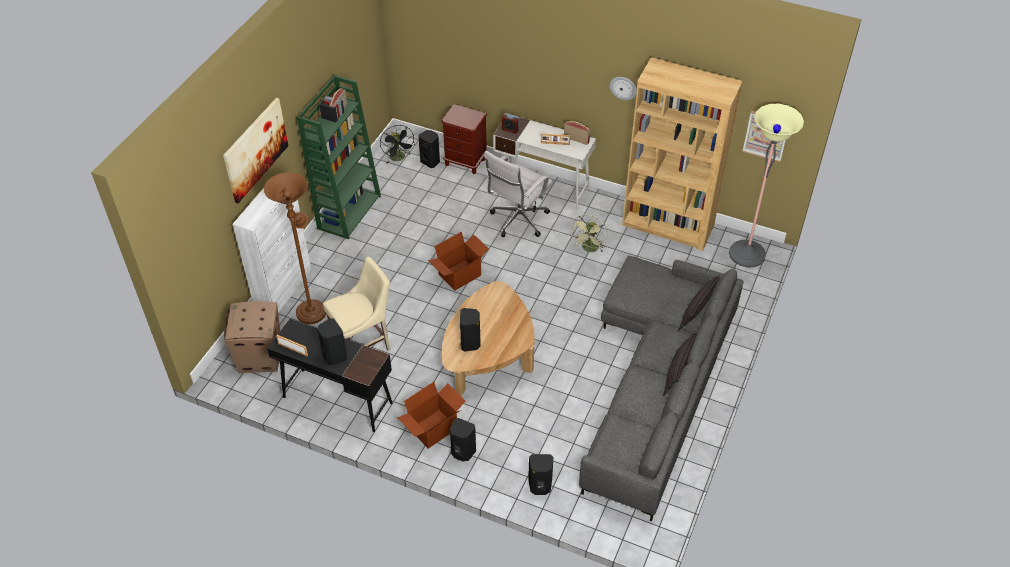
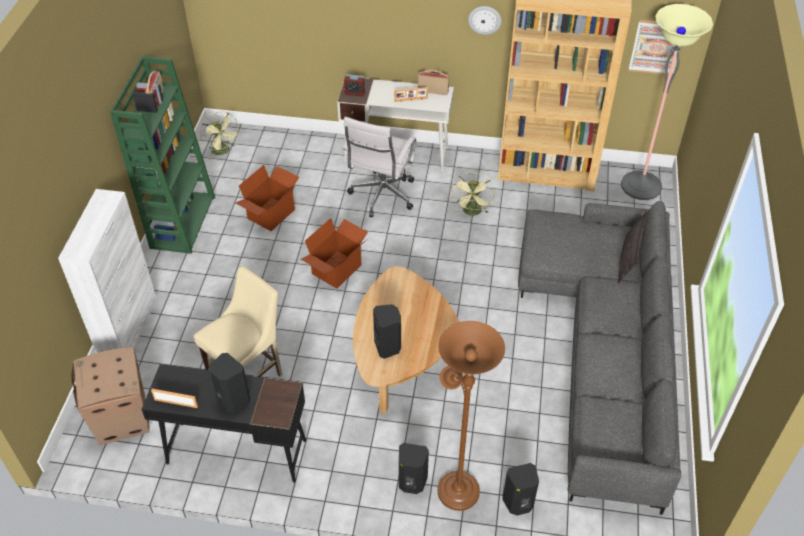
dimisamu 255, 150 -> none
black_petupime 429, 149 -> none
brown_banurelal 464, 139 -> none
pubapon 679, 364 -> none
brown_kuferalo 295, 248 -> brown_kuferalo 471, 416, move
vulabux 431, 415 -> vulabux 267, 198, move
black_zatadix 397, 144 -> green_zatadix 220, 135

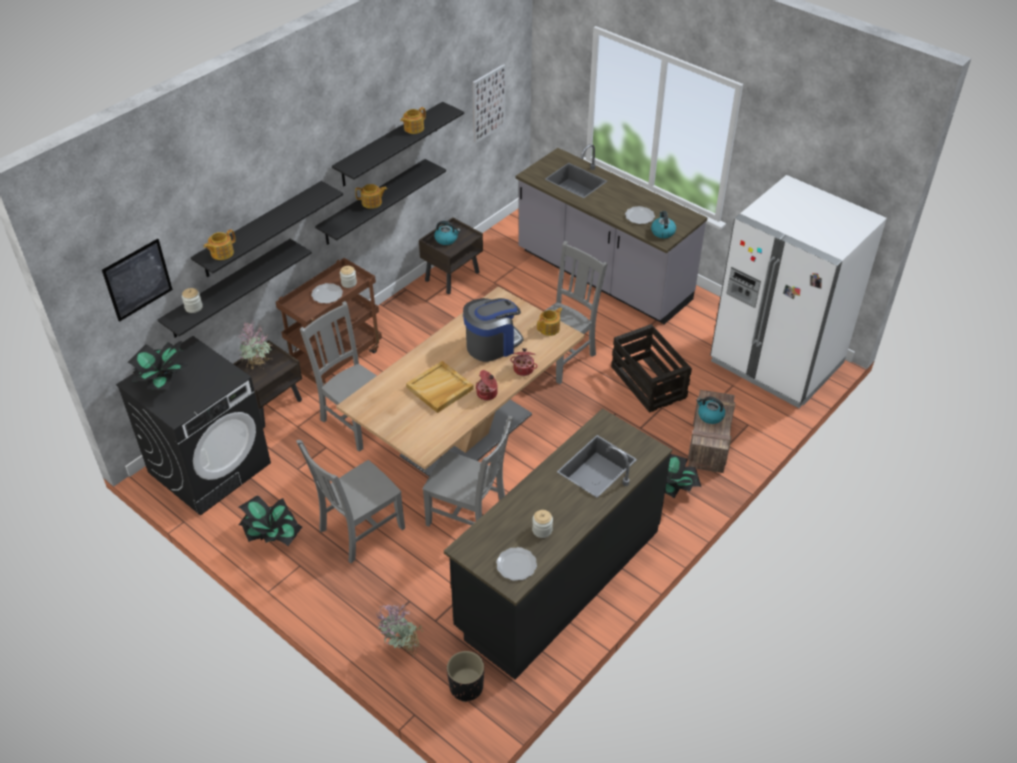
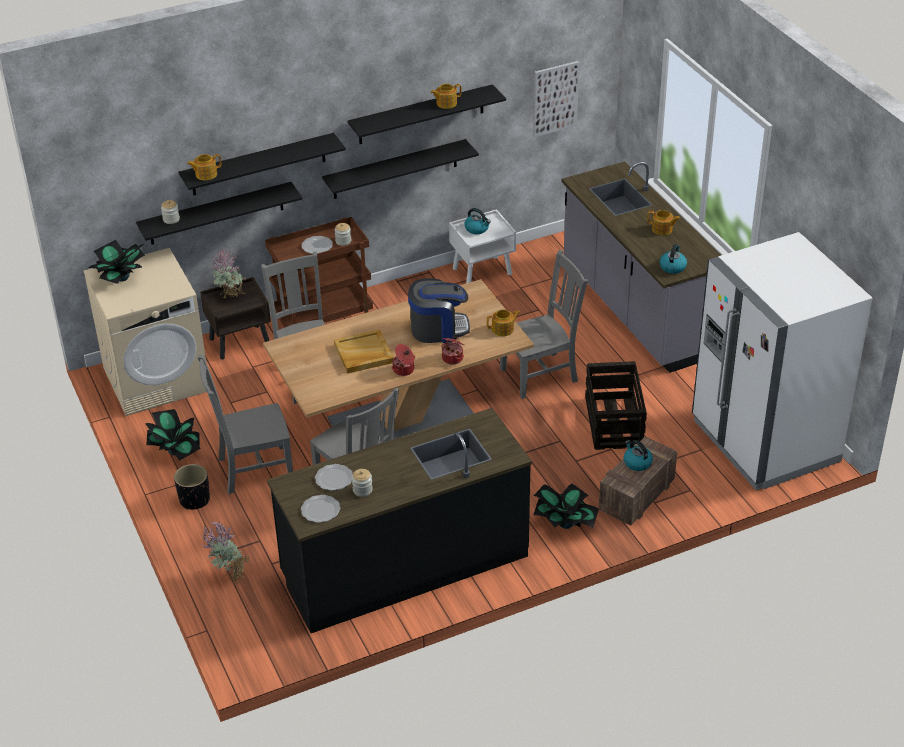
dimisamu 137, 280 -> none
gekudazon 371, 196 -> gekudazon 663, 222, move
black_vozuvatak 465, 676 -> black_vozuvatak 192, 487, move
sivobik 640, 215 -> sivobik 334, 477, move
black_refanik 193, 426 -> beige_refanik 145, 332
brown_banurelal 451, 255 -> white_banurelal 482, 246

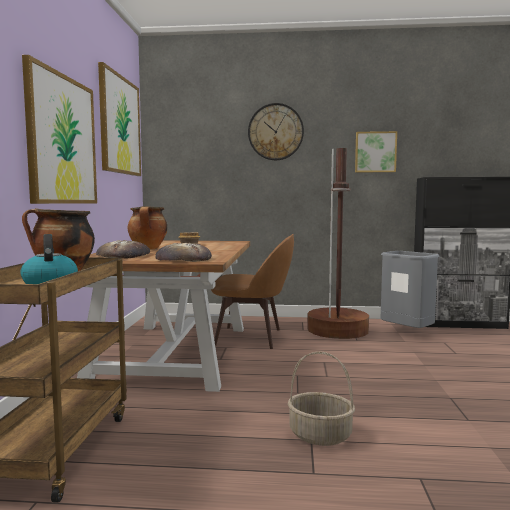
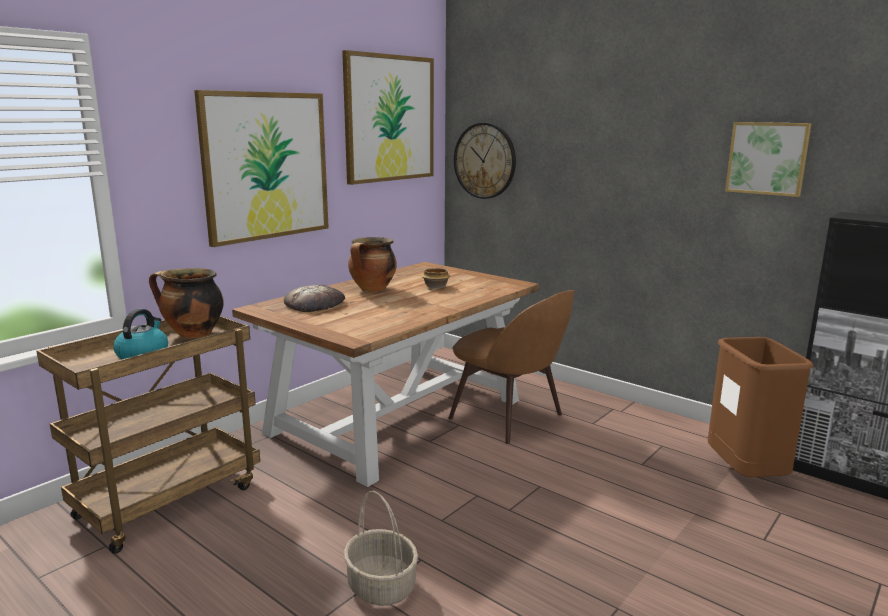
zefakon 183, 252 -> none
brown_kuferalo 338, 243 -> none
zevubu 276, 131 -> zevubu 485, 161, move
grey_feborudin 410, 289 -> brown_feborudin 760, 407

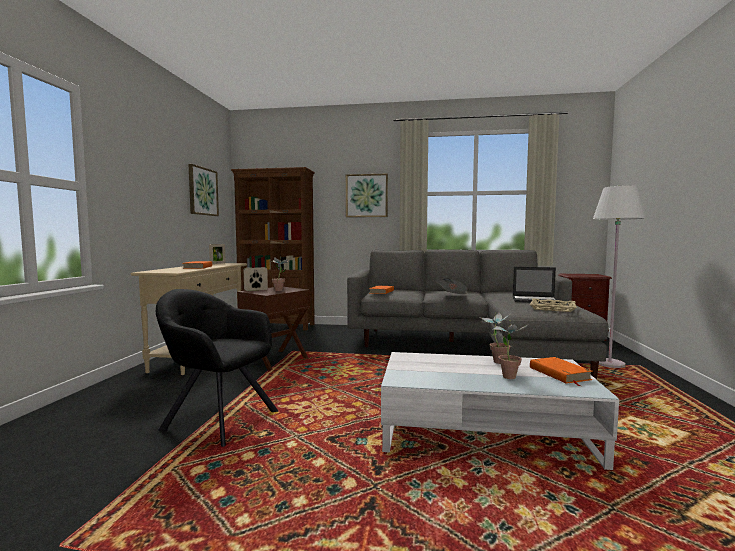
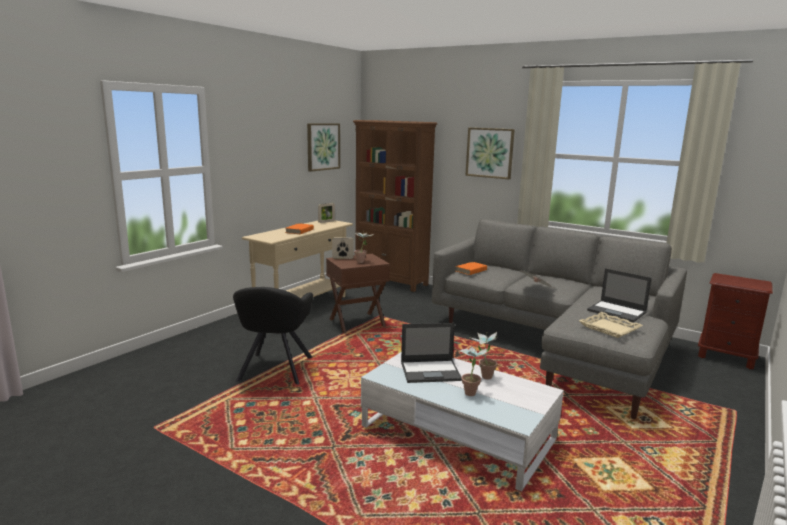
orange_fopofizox 561, 371 -> none
white_kuferalo 619, 276 -> none
none -> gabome 431, 353
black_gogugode 217, 368 -> black_gogugode 273, 336, 135 degrees counterclockwise

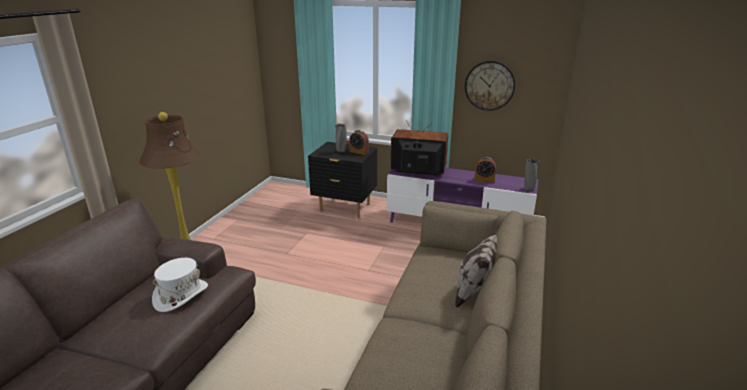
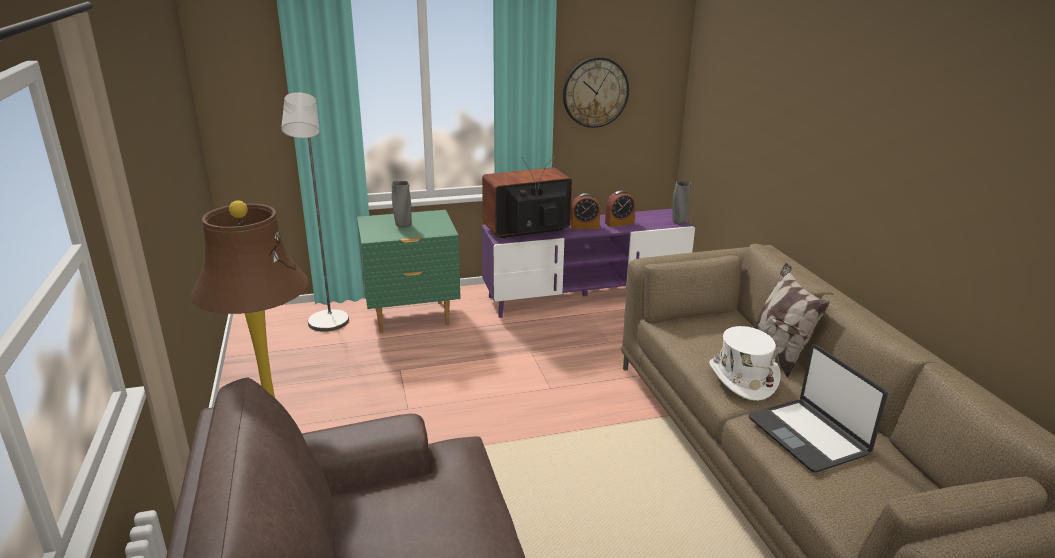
none -> grey_kuferalo 315, 212
none -> gabome 818, 408
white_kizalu 180, 285 -> white_kizalu 745, 363, move
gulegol 359, 142 -> gulegol 585, 211, move
black_banurelal 342, 180 -> green_banurelal 408, 271

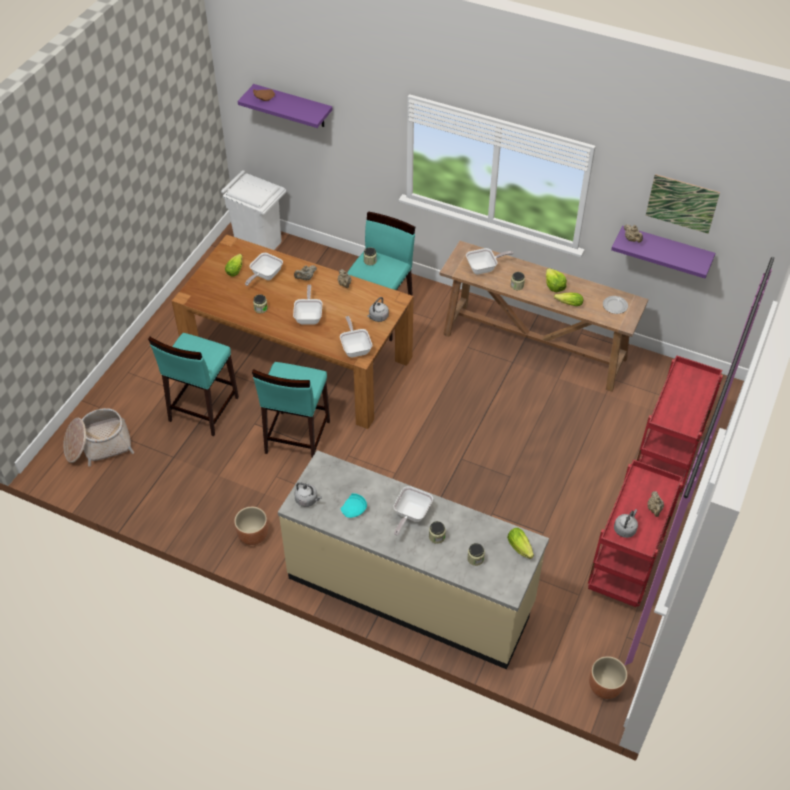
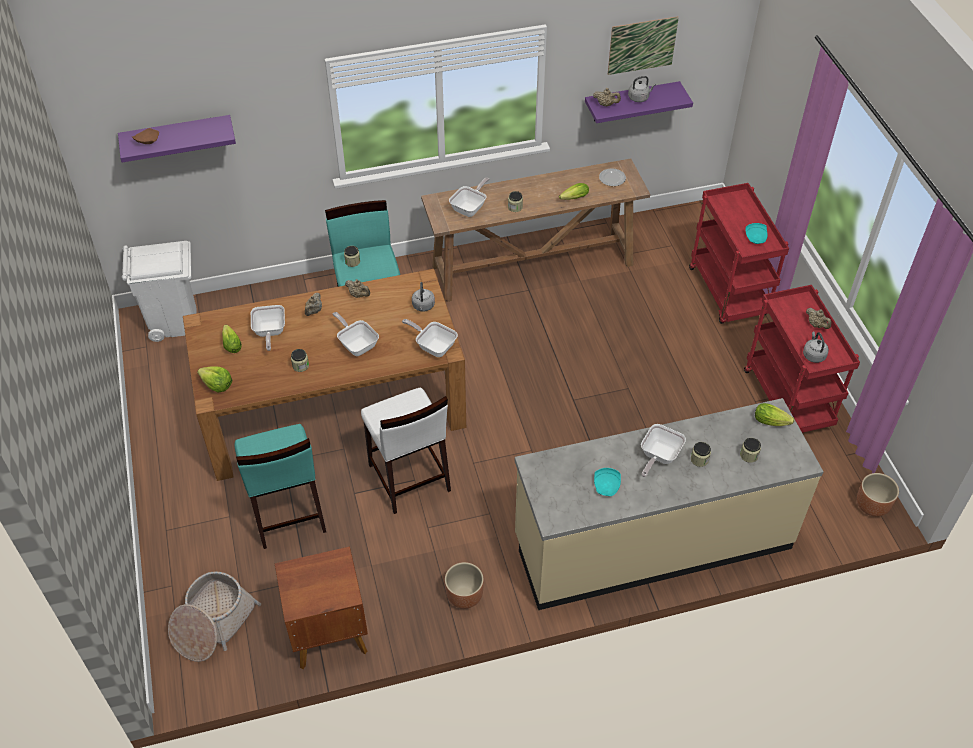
none -> brown_banurelal 321, 608
none -> turquoise_sivobik 757, 233
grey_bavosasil 308, 494 -> grey_bavosasil 642, 89, move
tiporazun 556, 280 -> tiporazun 215, 379, move
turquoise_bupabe 291, 409 -> white_bupabe 406, 450
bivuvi 413, 511 -> bivuvi 663, 450, 45 degrees clockwise

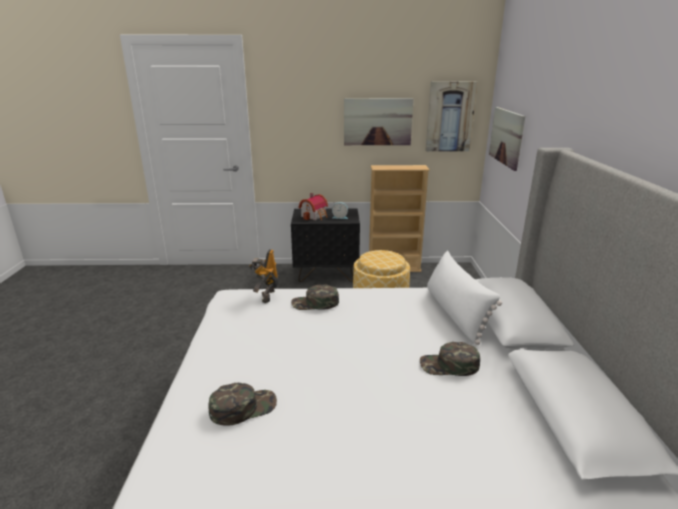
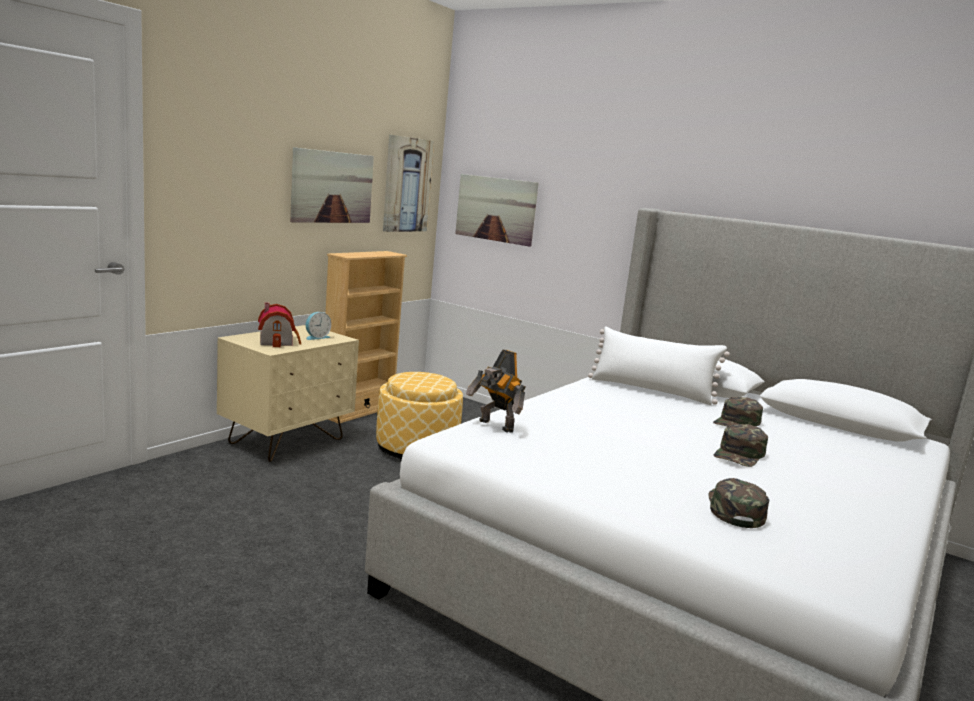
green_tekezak 315, 297 -> green_tekezak 741, 445, move
black_banurelal 325, 245 -> beige_banurelal 288, 393

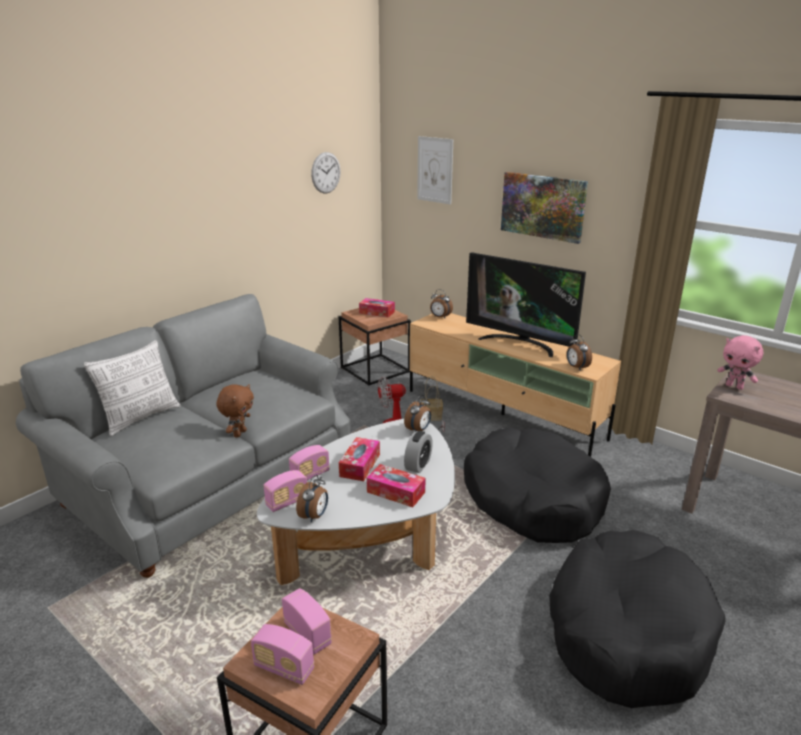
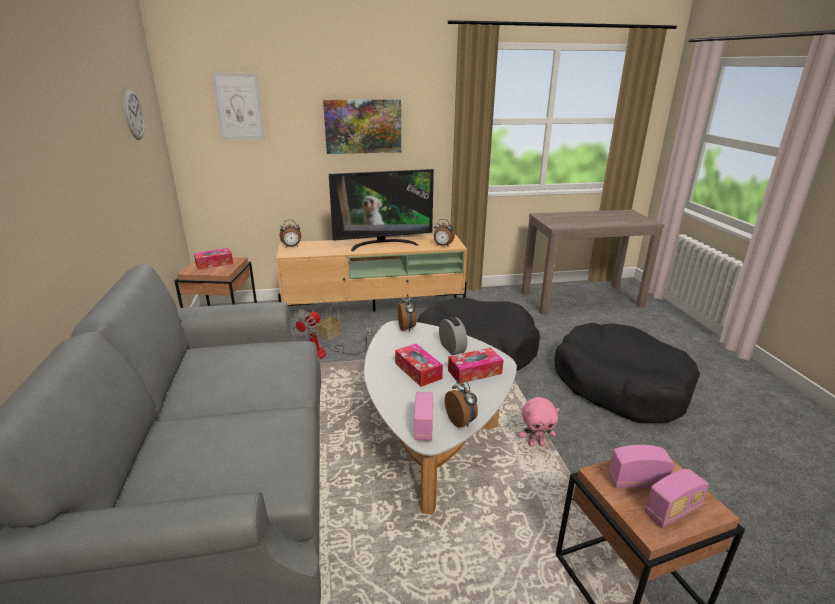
pubapon 132, 388 -> none
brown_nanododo 235, 411 -> none
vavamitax 309, 462 -> none
pink_nanododo 740, 362 -> pink_nanododo 539, 422, move

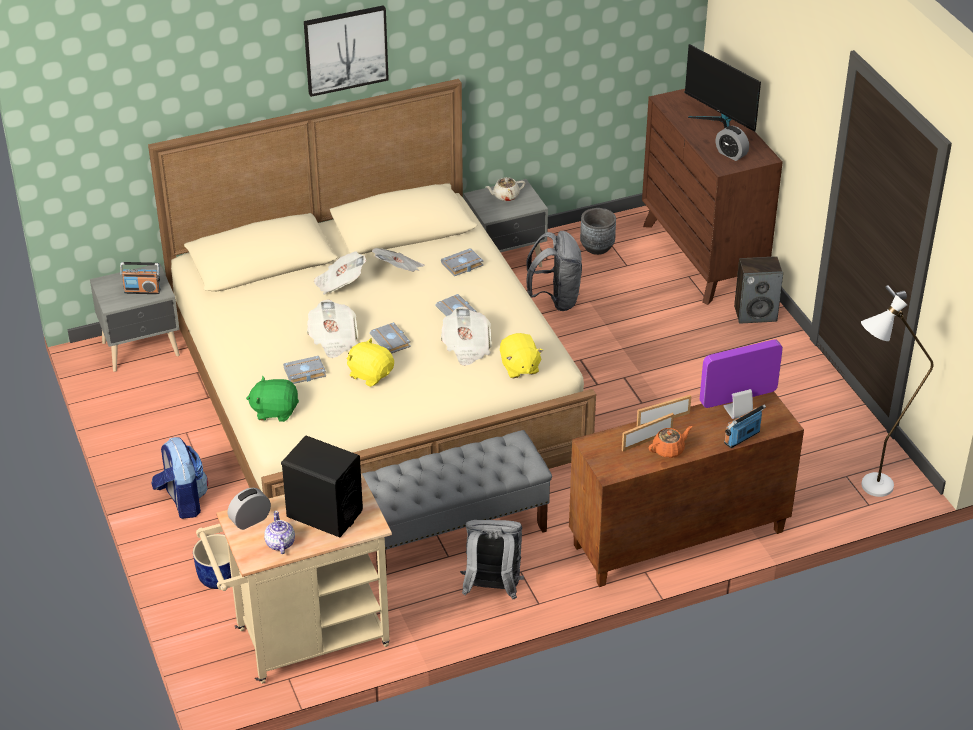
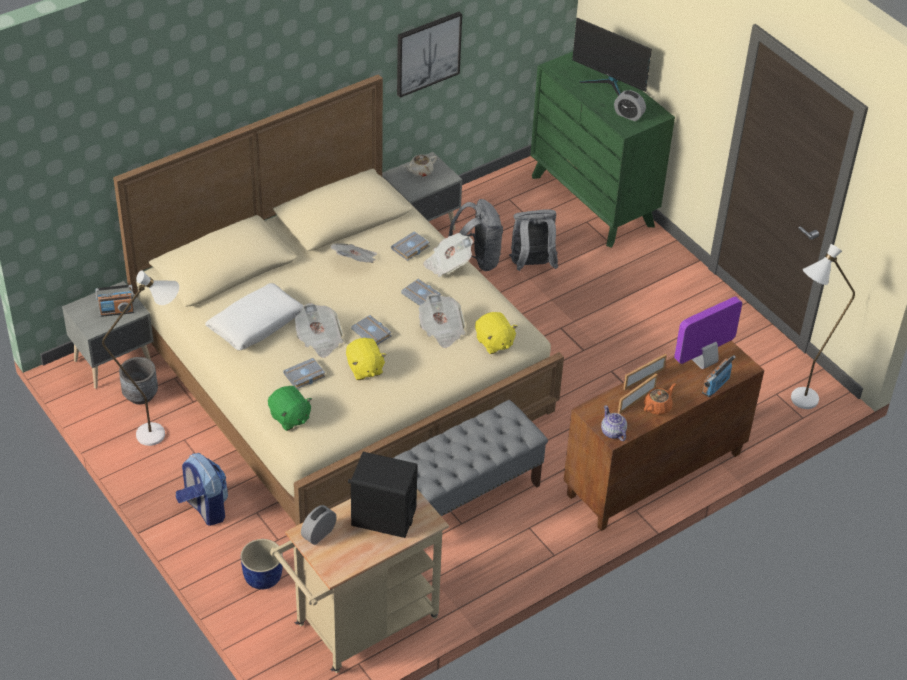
petupime 758, 290 -> none
none -> white_kuferalo 140, 358
none -> white_pubapon 254, 316
gekudazon 279, 532 -> gekudazon 614, 423, move
dimisamu 346, 51 -> dimisamu 429, 55, move
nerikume 340, 273 -> nerikume 448, 255, move
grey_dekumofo 492, 560 -> grey_dekumofo 533, 240, move
grey_vozuvatak 598, 231 -> grey_vozuvatak 138, 381, move
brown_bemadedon 712, 197 -> green_bemadedon 602, 150
green_nanododo 272, 399 -> green_nanododo 290, 408, 120 degrees counterclockwise
yellow_nanododo 370, 362 -> yellow_nanododo 366, 359, 135 degrees counterclockwise

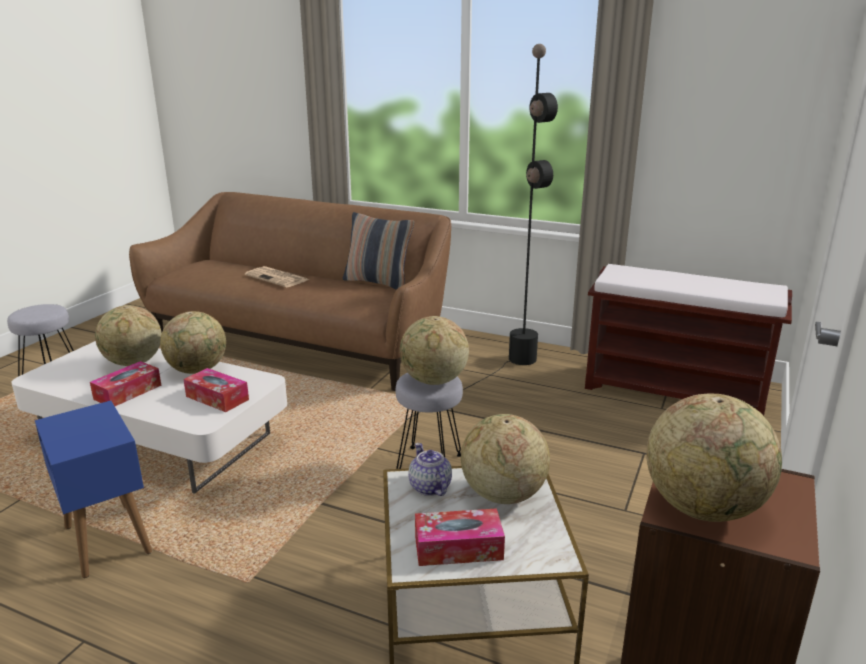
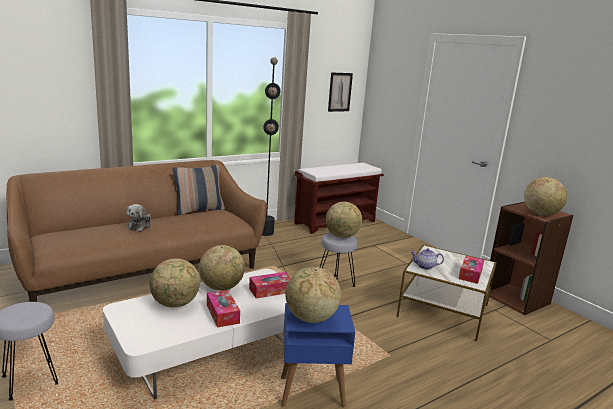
none -> dimisamu 340, 92
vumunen 505, 459 -> vumunen 313, 295, move
nerikume 276, 276 -> nanododo 138, 217

